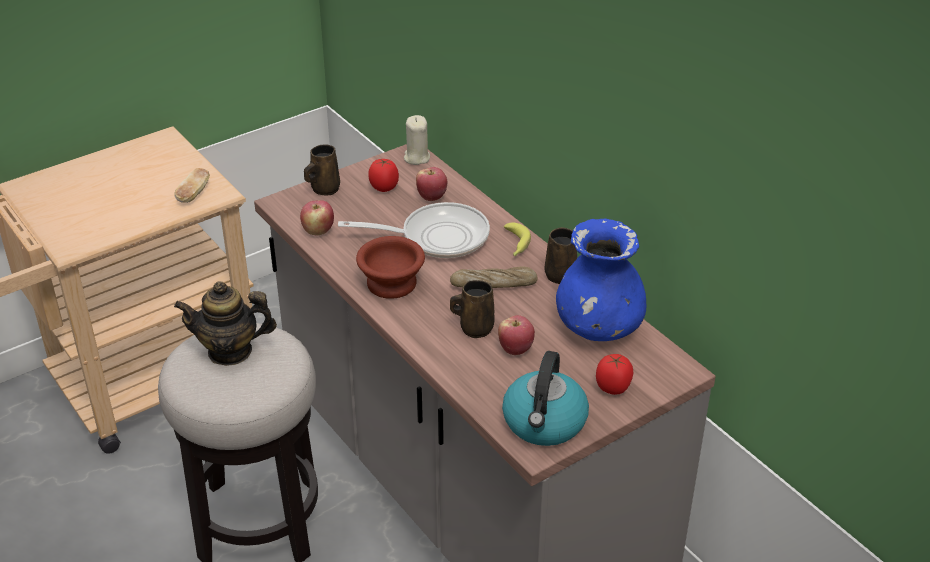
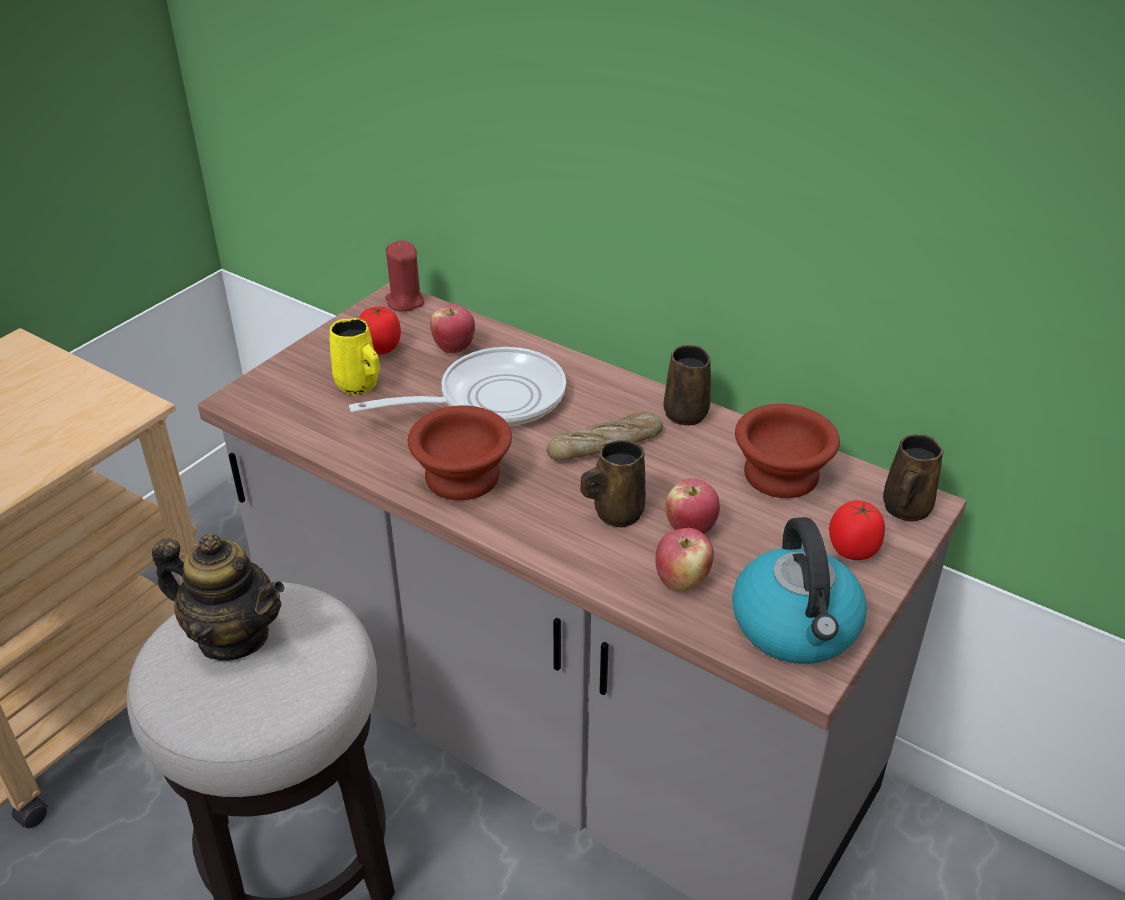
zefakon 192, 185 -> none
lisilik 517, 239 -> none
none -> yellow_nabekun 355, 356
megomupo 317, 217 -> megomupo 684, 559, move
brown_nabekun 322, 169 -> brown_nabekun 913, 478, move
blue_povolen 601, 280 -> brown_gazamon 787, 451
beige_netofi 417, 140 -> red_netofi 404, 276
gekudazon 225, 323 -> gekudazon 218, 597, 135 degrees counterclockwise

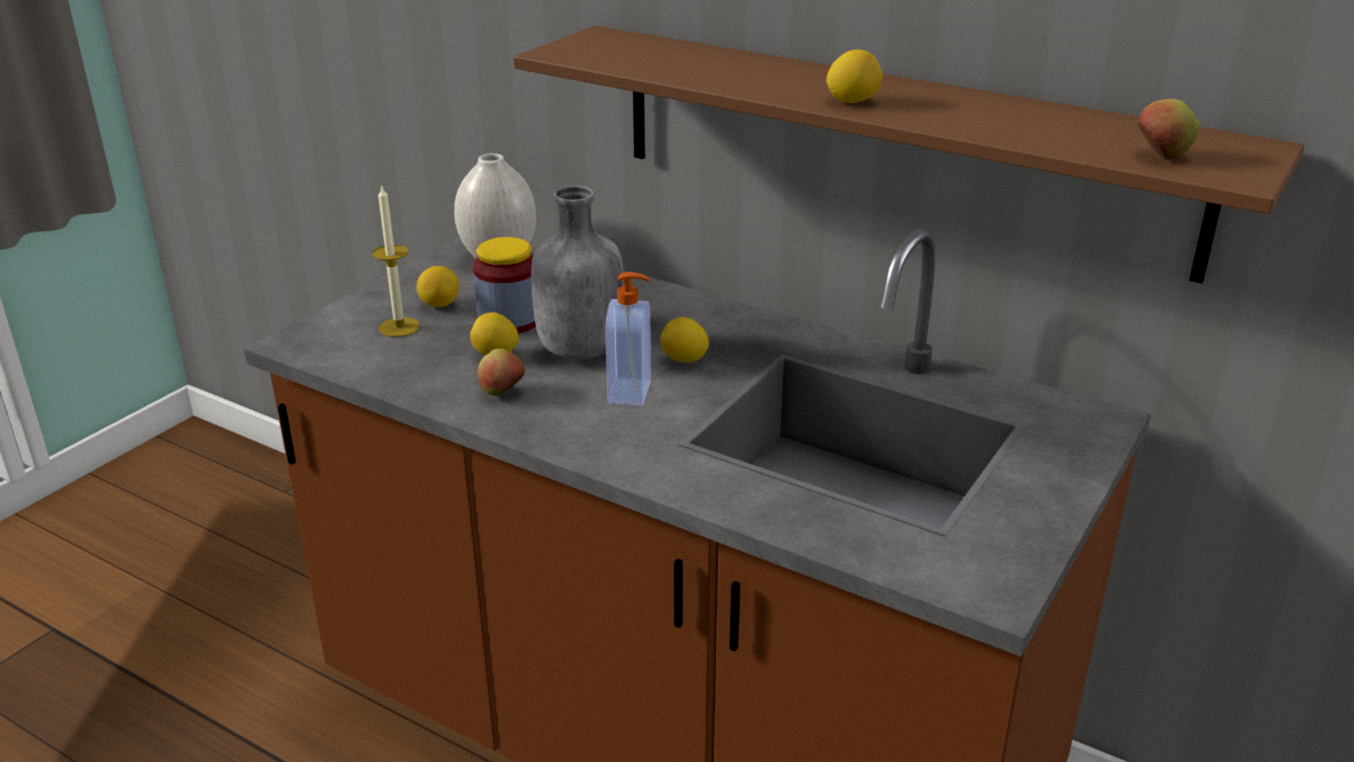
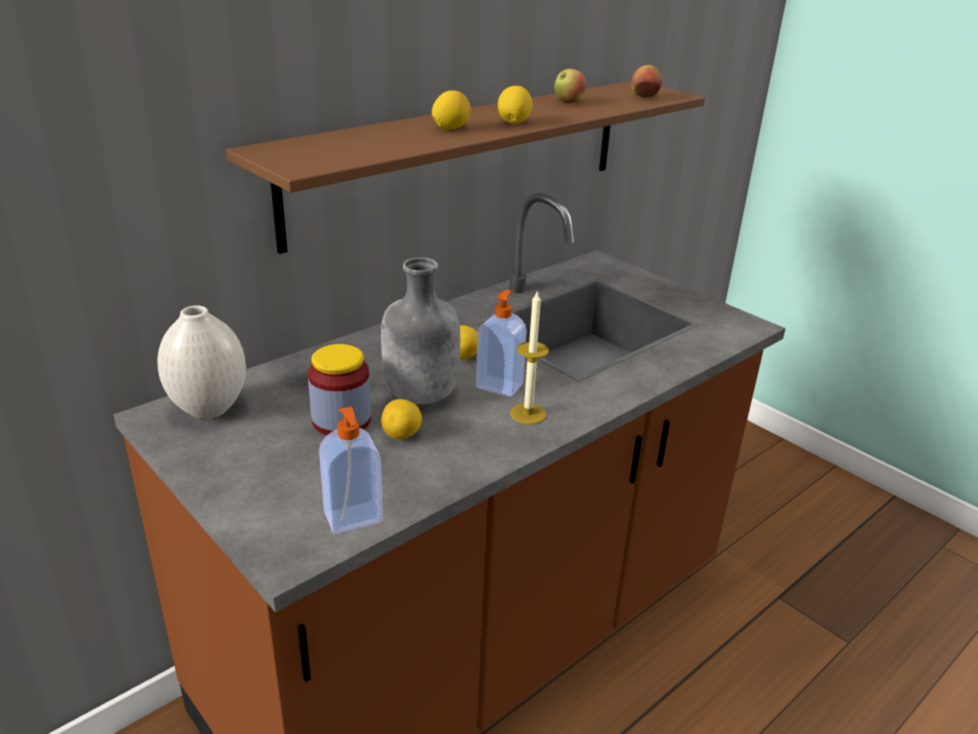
none -> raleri 351, 470
netofi 396, 260 -> netofi 529, 357, move
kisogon 438, 286 -> kisogon 451, 110, move
megomupo 501, 371 -> megomupo 570, 86, move

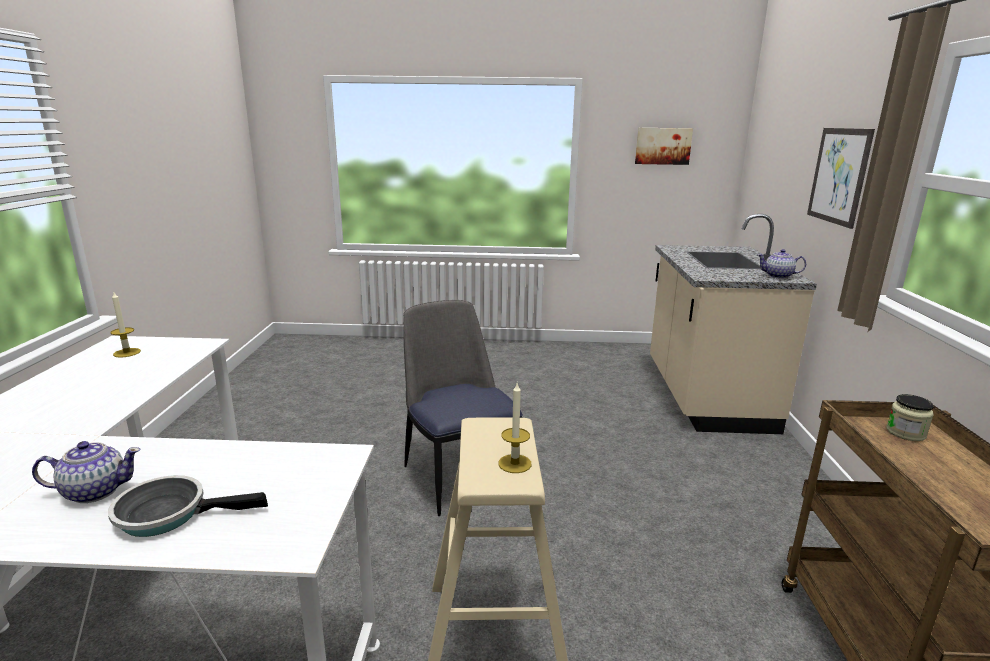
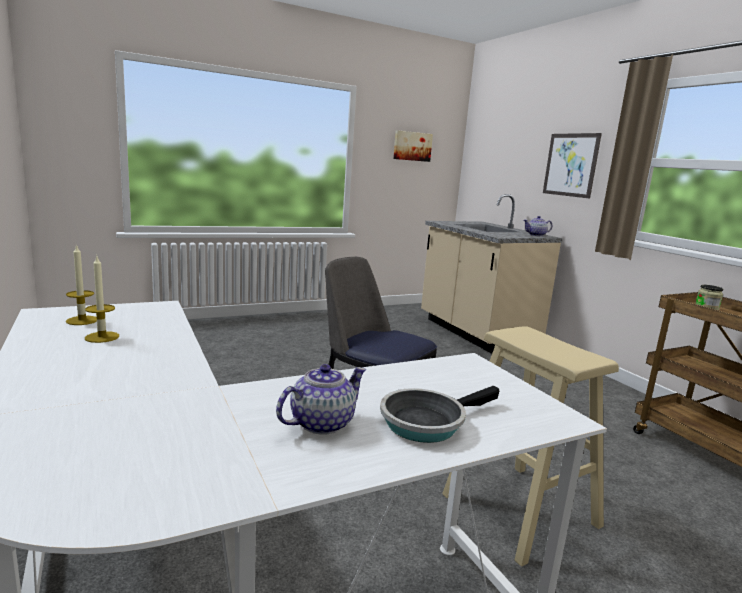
netofi 514, 428 -> netofi 102, 300, move

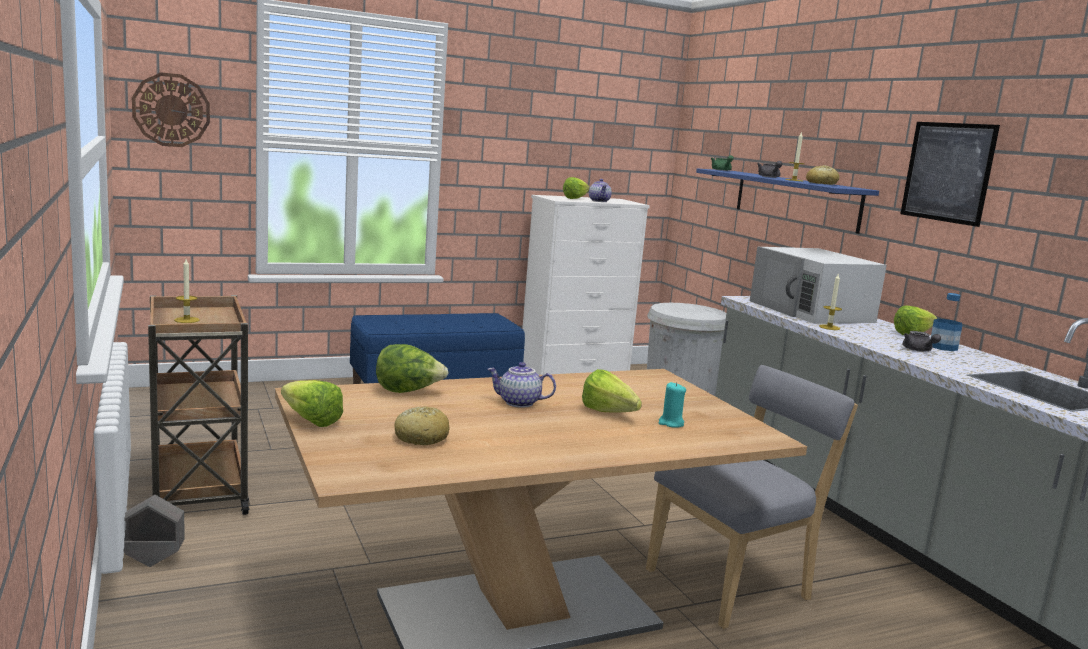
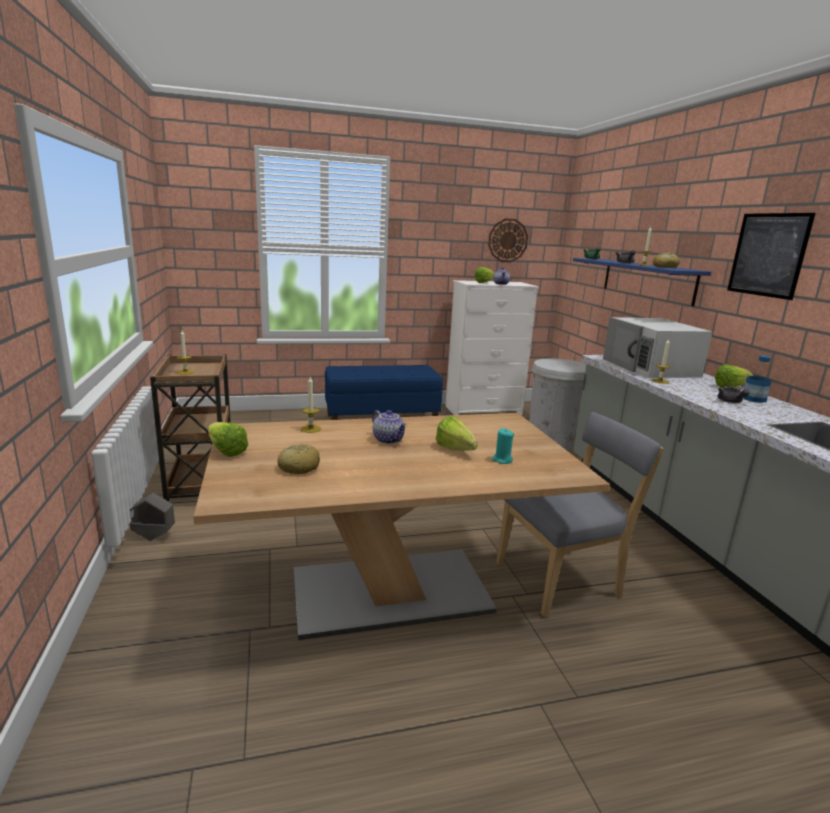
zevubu 171, 109 -> zevubu 508, 240, move
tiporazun 412, 368 -> netofi 311, 404
gekudazon 521, 385 -> gekudazon 389, 427, 150 degrees counterclockwise

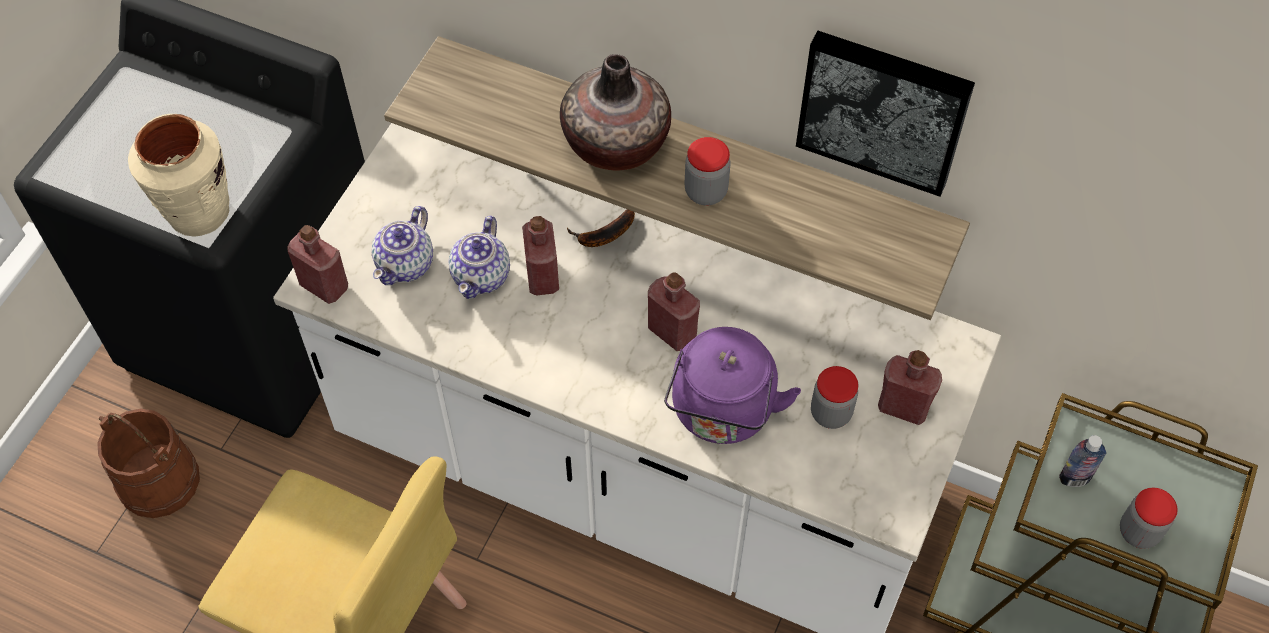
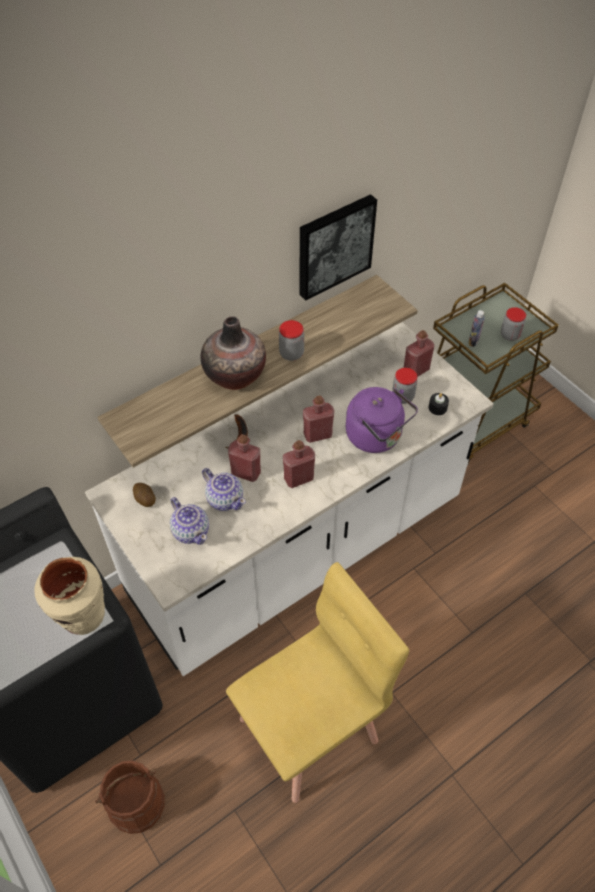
none -> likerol 144, 495
none -> black_netofi 439, 404
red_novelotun 317, 264 -> red_novelotun 299, 464, move

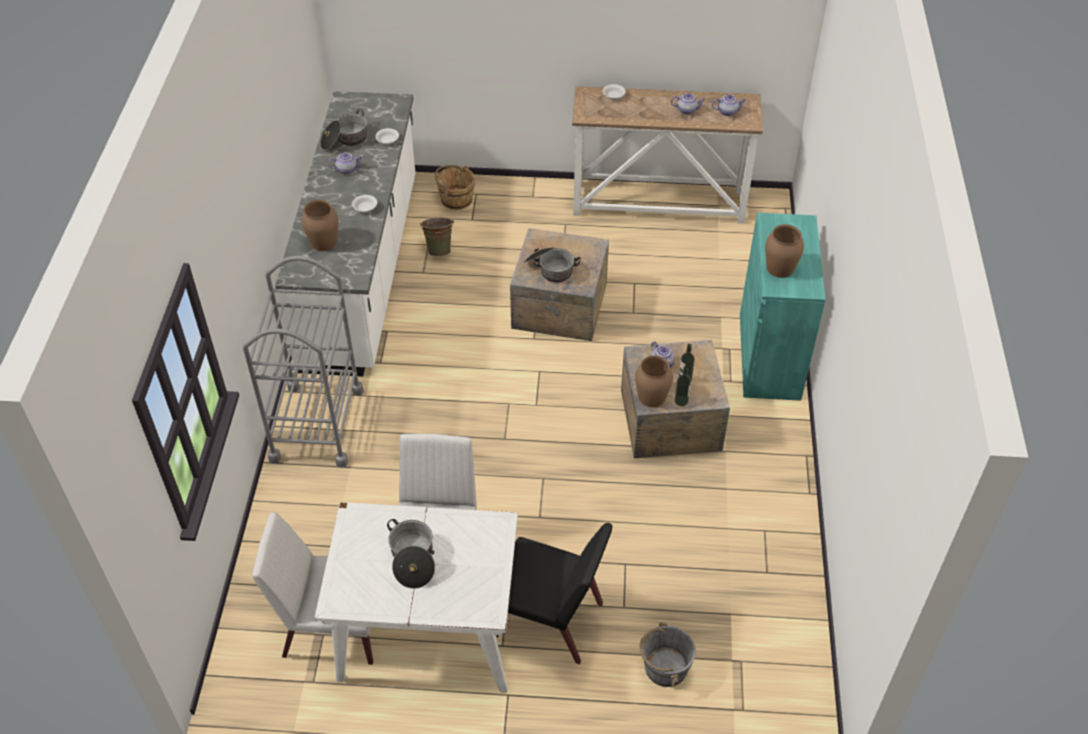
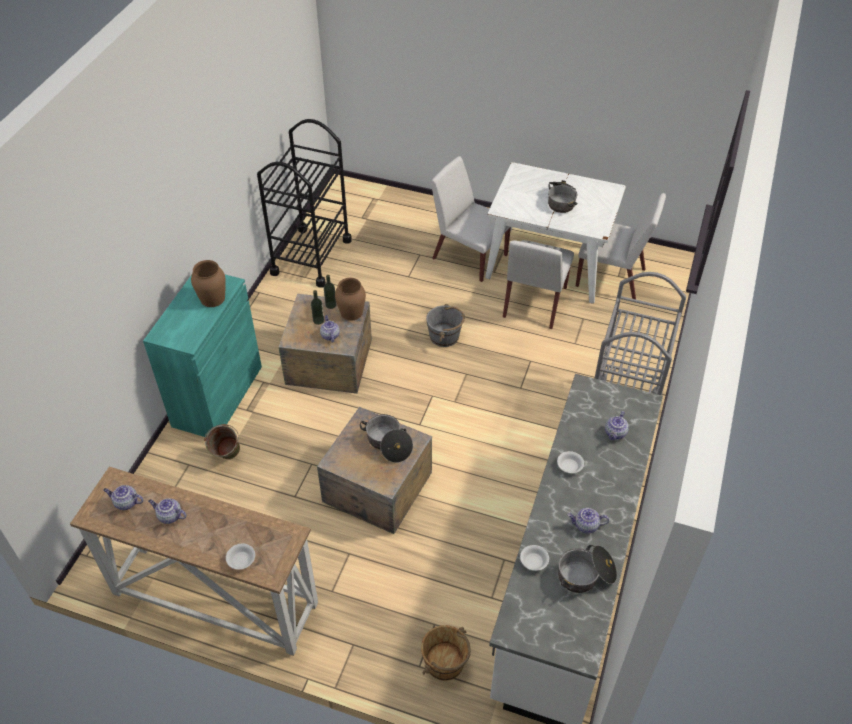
none -> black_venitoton 304, 203
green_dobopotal 437, 237 -> green_dobopotal 222, 441, move
grey_dobopotal 668, 654 -> grey_dobopotal 445, 325, move
brown_povolen 319, 225 -> gekudazon 617, 425
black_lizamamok 554, 593 -> white_lizamamok 471, 219

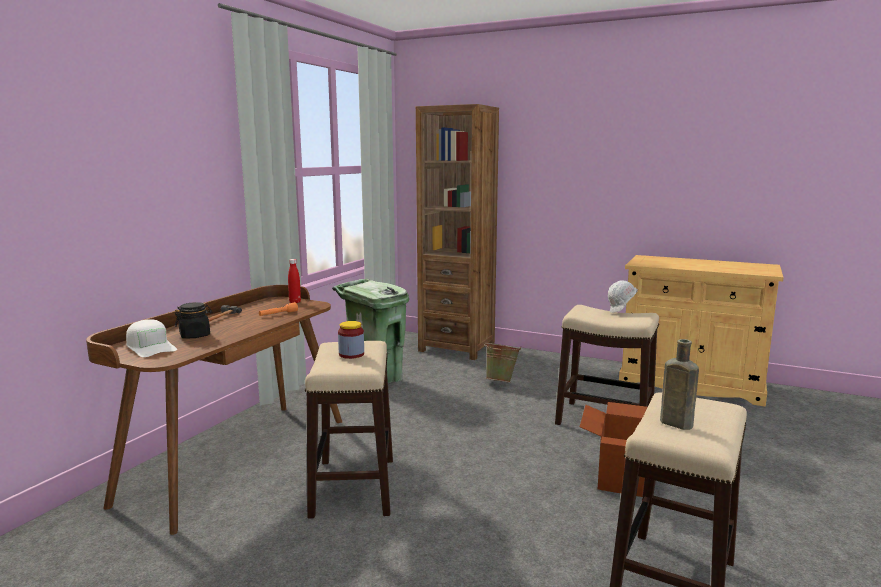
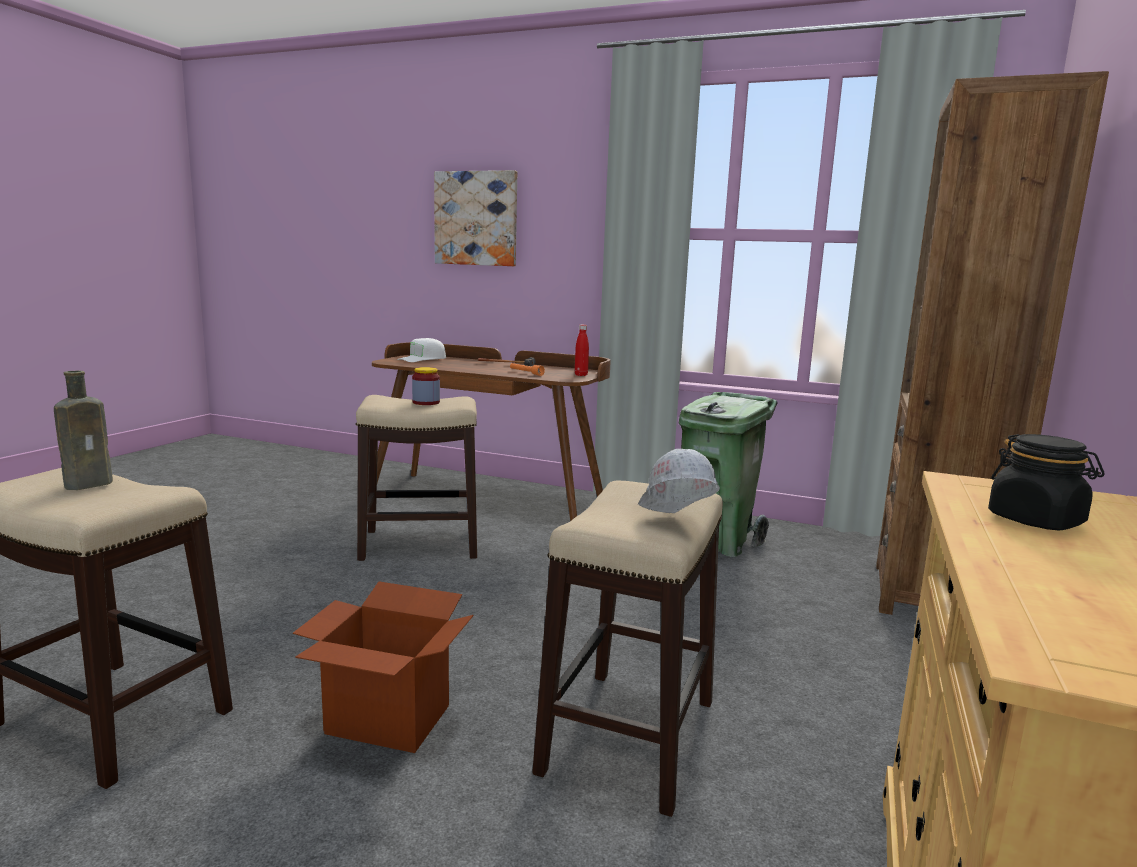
green_dobopotal 502, 362 -> none
none -> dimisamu 475, 218
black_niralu 193, 320 -> black_niralu 1046, 482, move

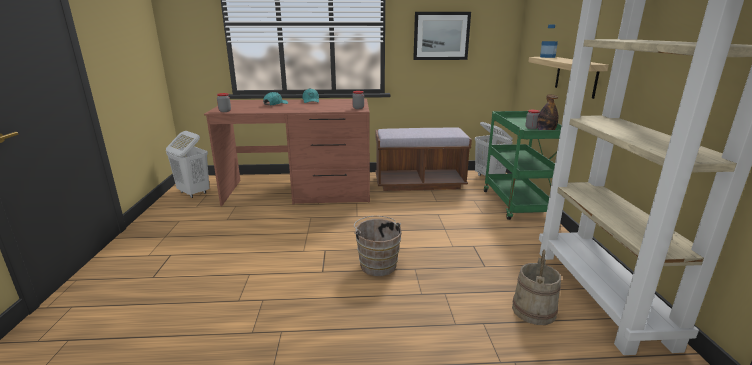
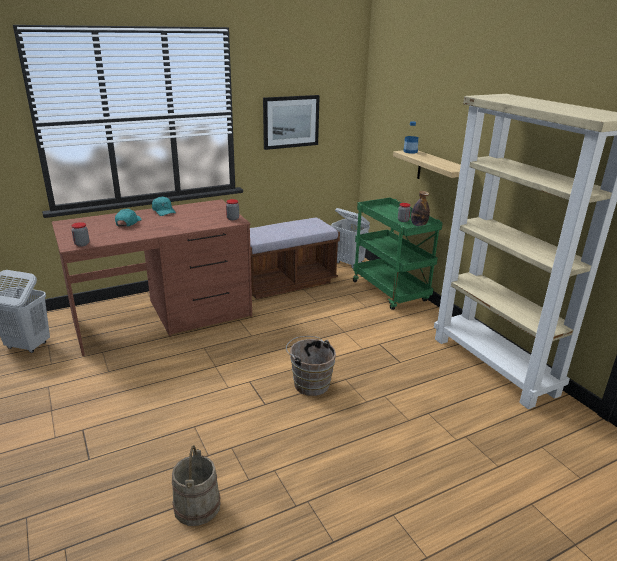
beige_dobopotal 536, 287 -> beige_dobopotal 196, 485, move

